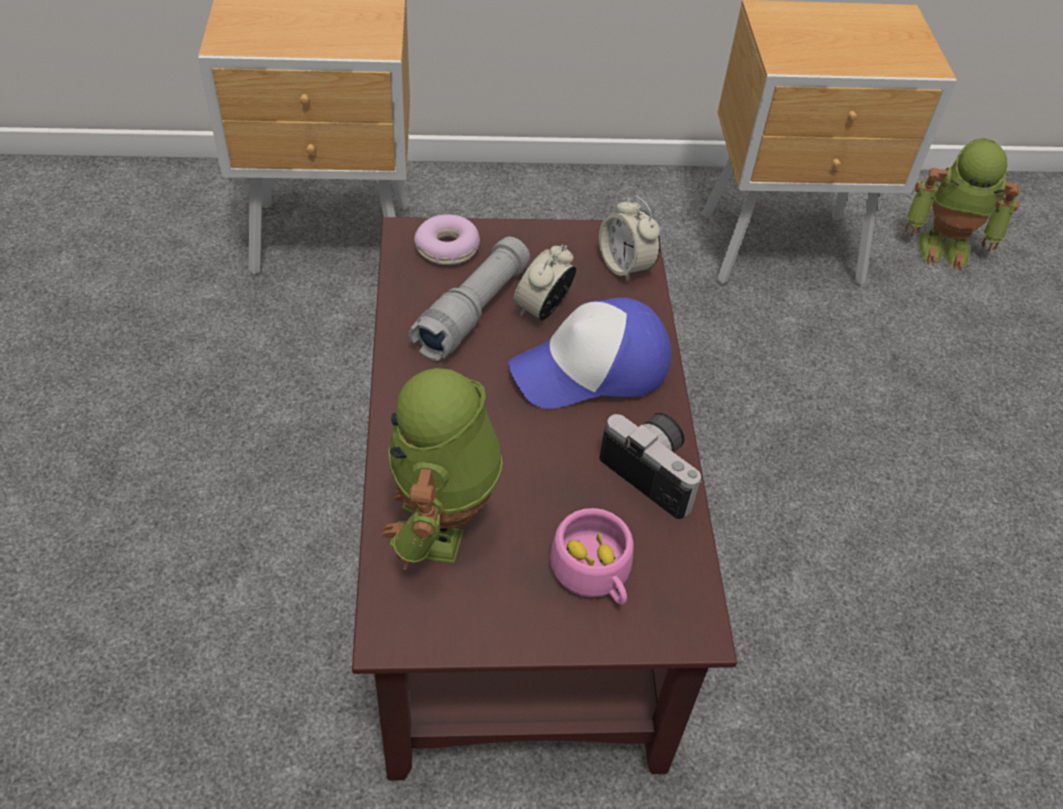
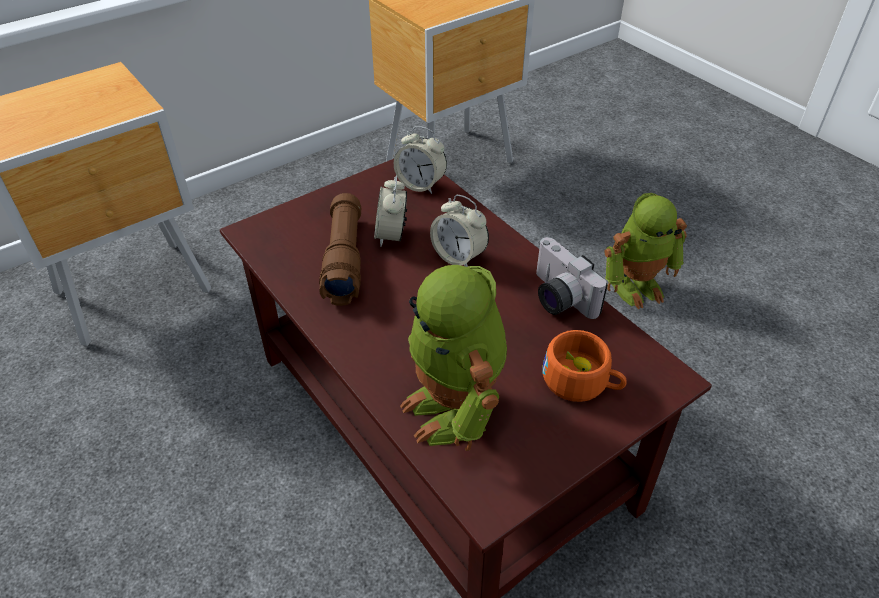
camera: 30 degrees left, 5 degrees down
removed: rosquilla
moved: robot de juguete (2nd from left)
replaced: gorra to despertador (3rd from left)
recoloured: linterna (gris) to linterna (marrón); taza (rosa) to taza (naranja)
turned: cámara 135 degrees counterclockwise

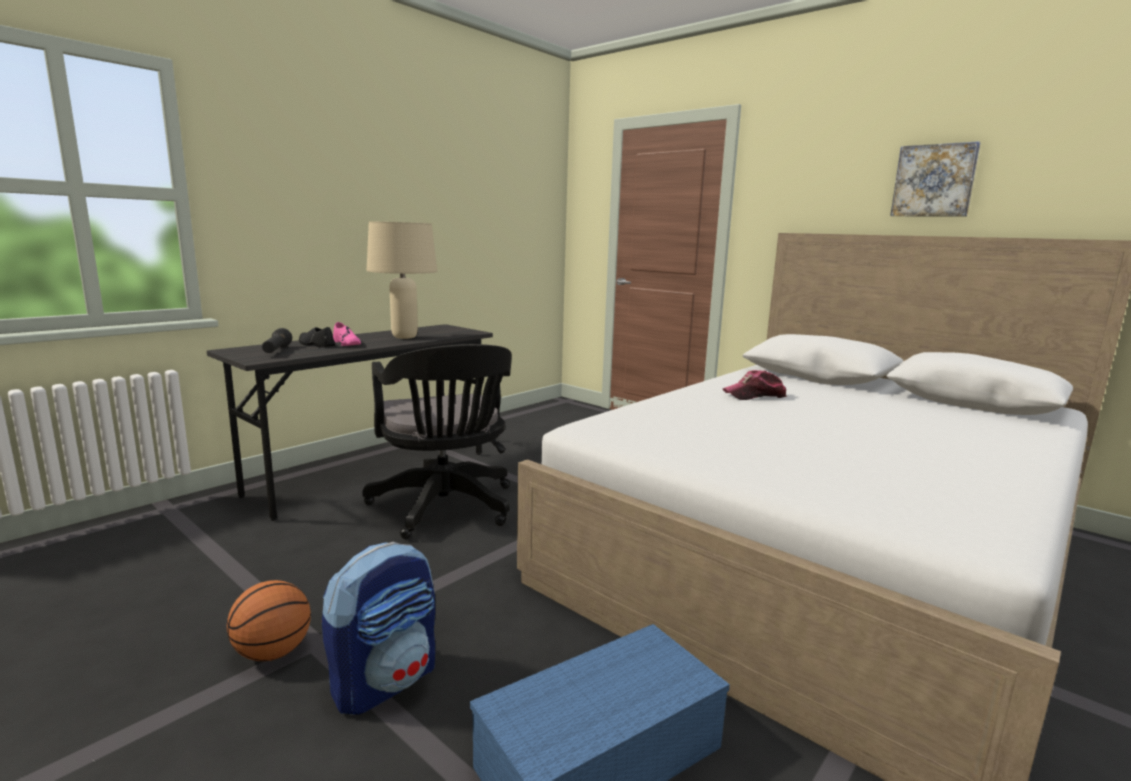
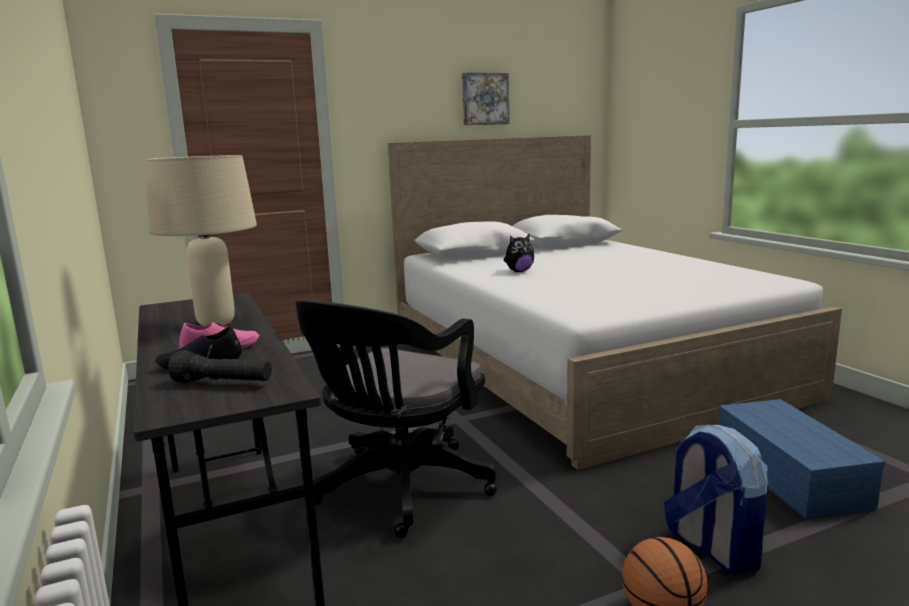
camera: 65 degrees left, 0 degrees up
replaced: gorra to peluche
turned: silla de oficina (negro) 120 degrees clockwise

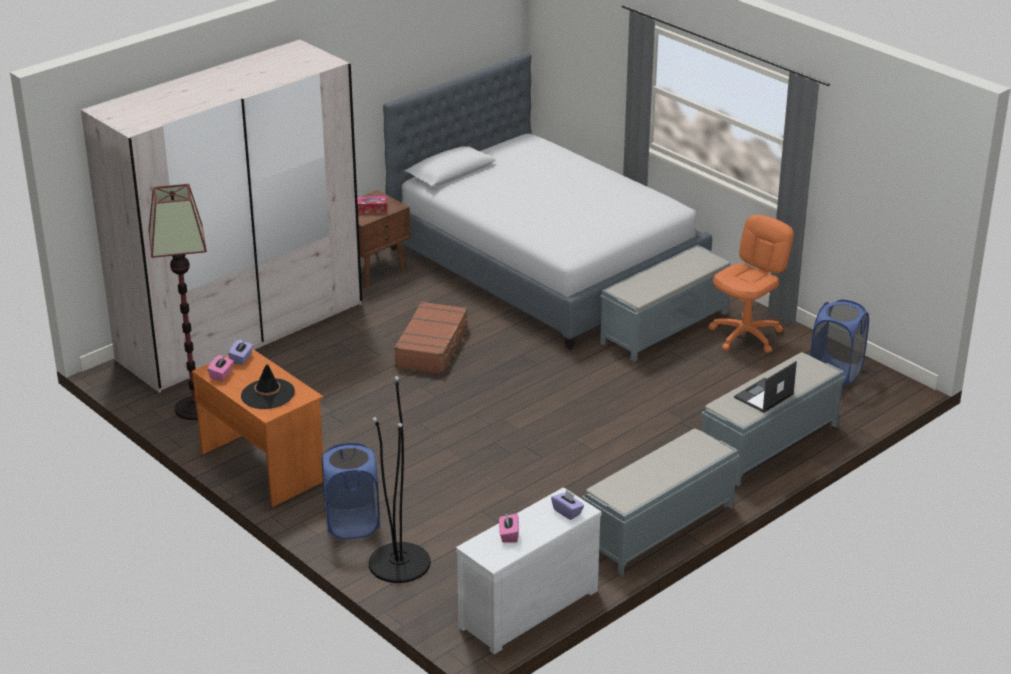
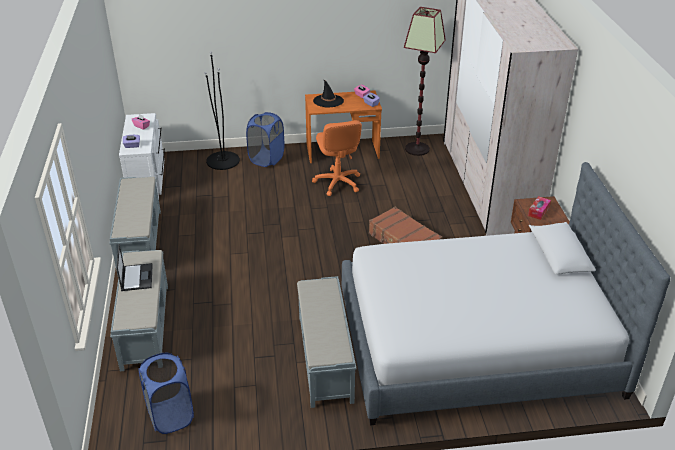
camera: 125 degrees right, 5 degrees up
moved: silla de oficina (naranja)

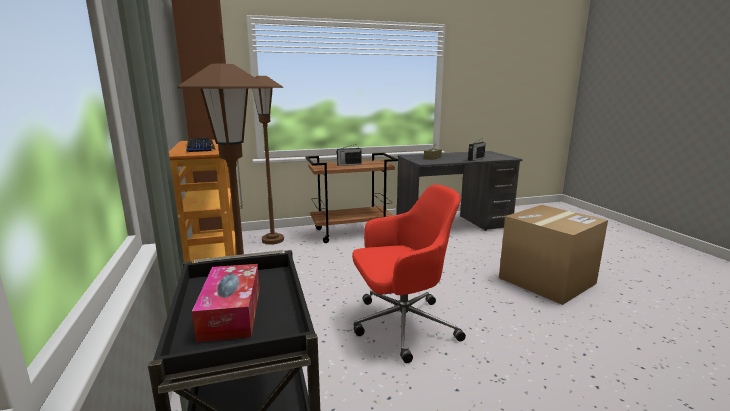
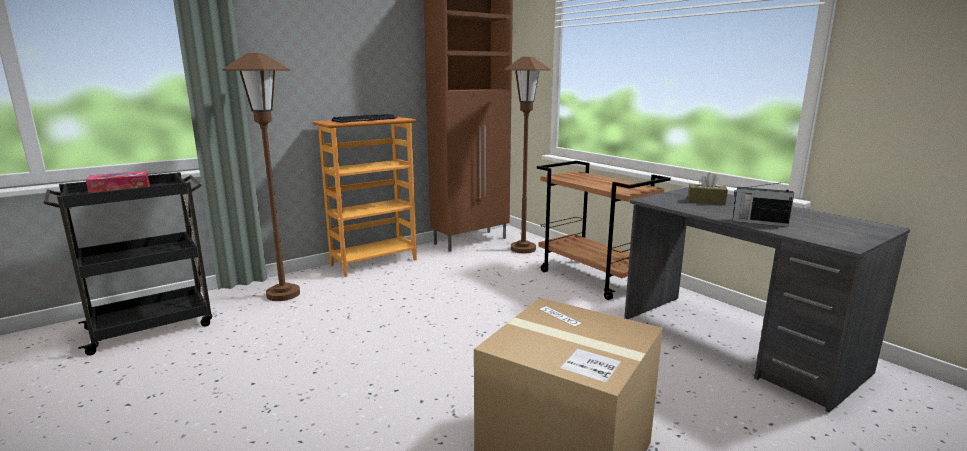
camera: 70 degrees right, 0 degrees up
removed: radio (1st from left); silla de oficina (rojo)

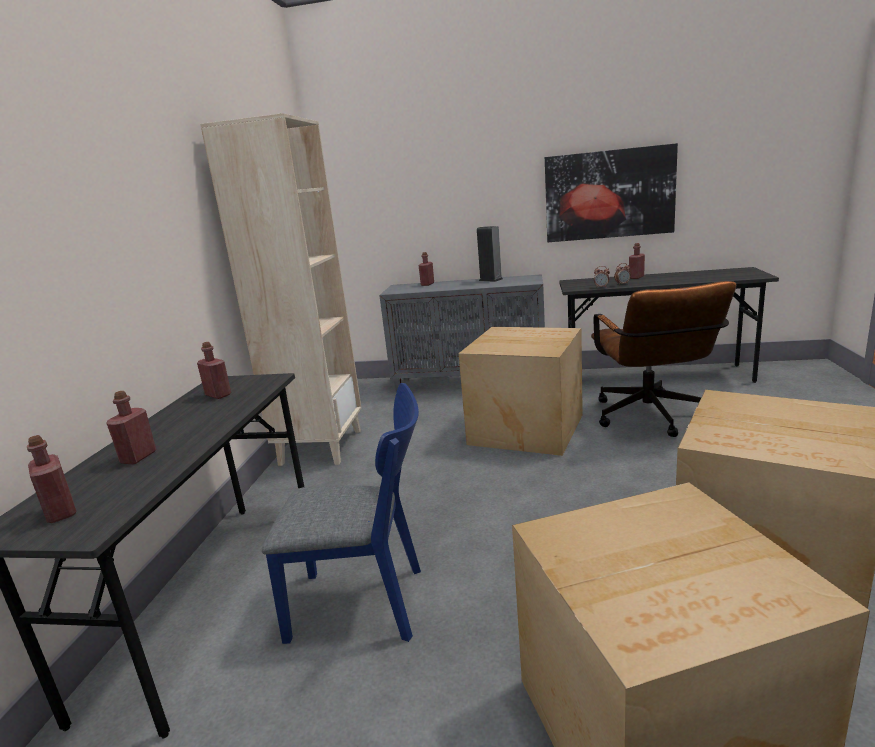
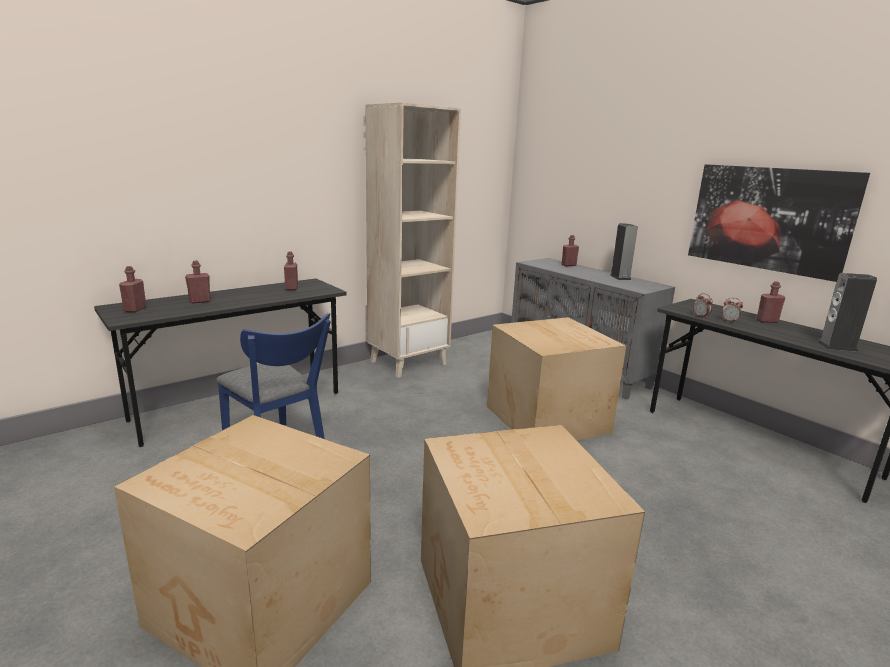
camera: 40 degrees right, 0 degrees up
removed: silla de oficina (marrón)
added: altavoz (2nd from left)

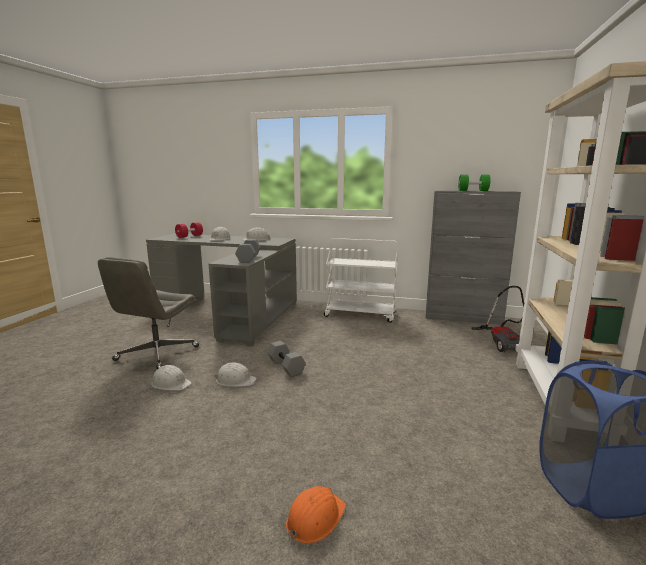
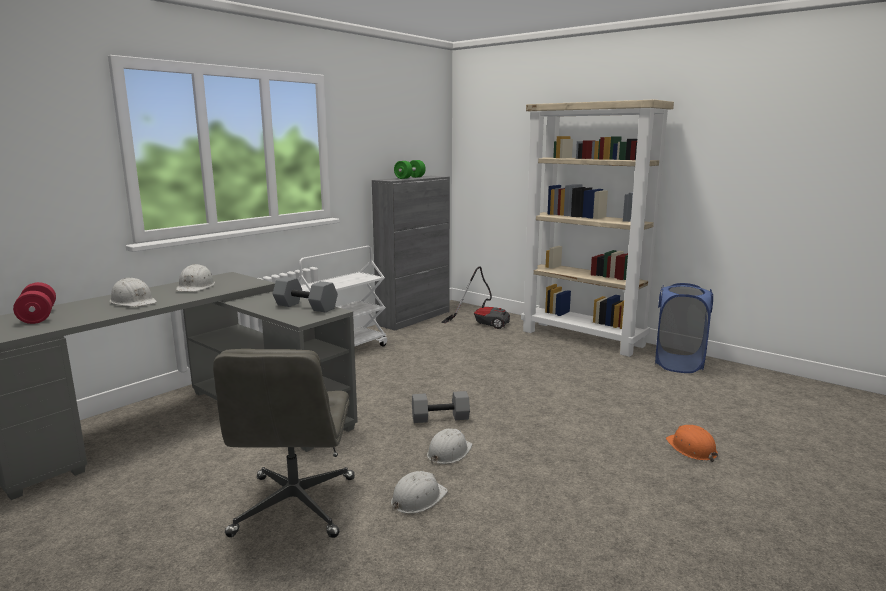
camera: 65 degrees left, 0 degrees up
turned: silla de oficina (gris) 45 degrees clockwise

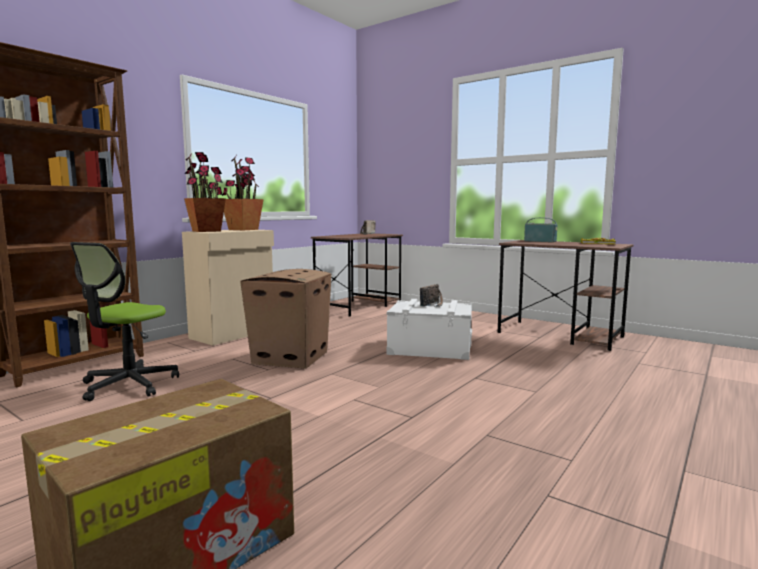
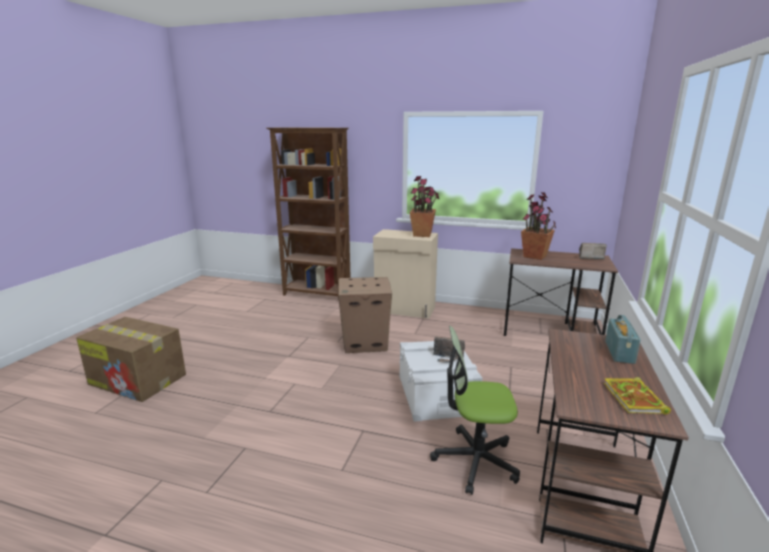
camera: 70 degrees right, 10 degrees up
moved: planta en maceta (1st from left in the first image) to planta en maceta (2nd from left); silla de oficina

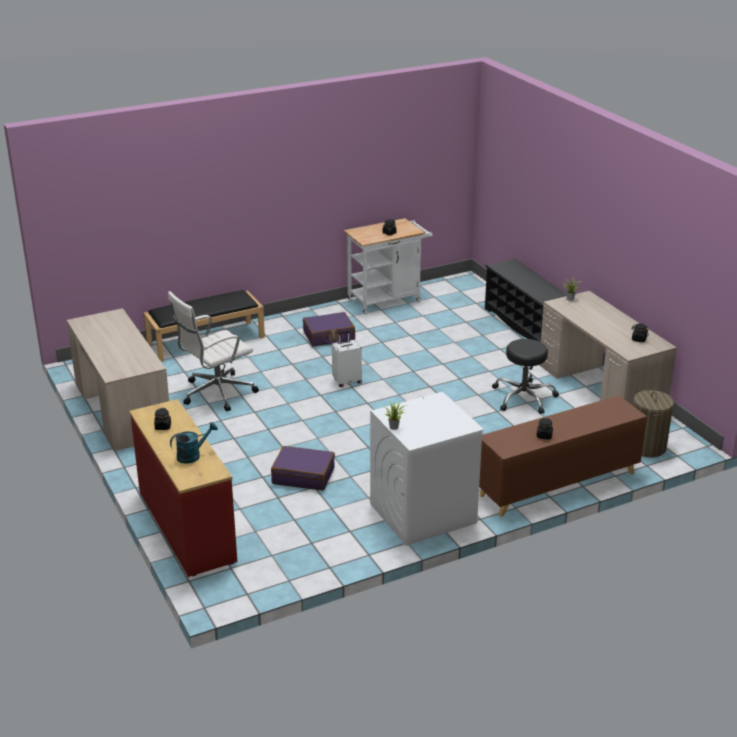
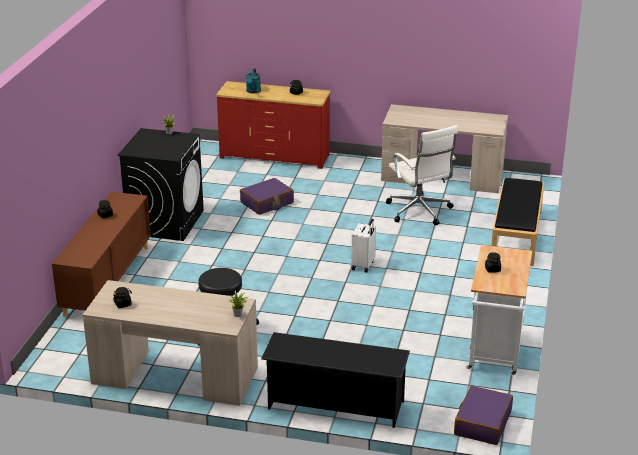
camera: 130 degrees right, 0 degrees up
removed: cesto de la ropa
moved: maleta (morado) (2nd from left)
recoloured: lavadora (blanco) to lavadora (negro)
turned: silla de oficina (blanco) 150 degrees clockwise

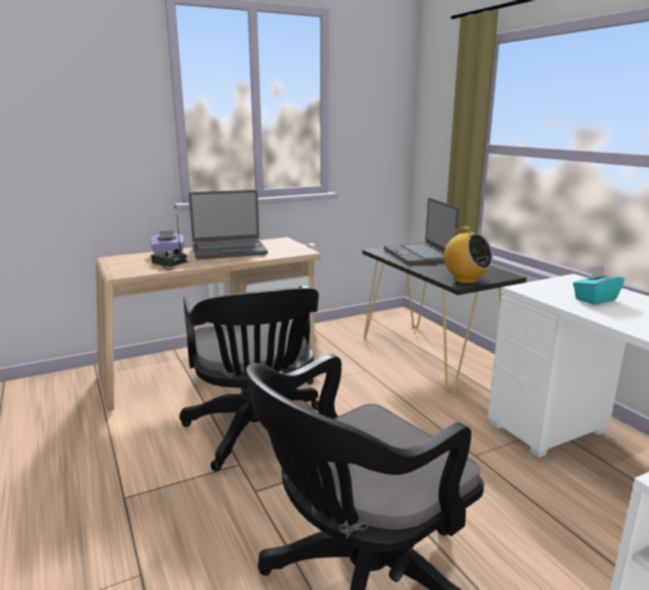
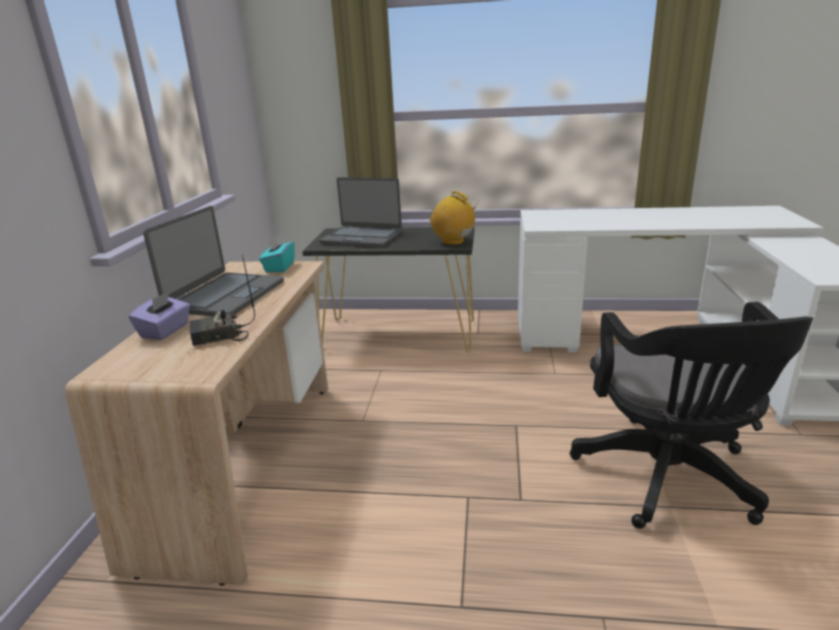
camera: 55 degrees left, 5 degrees up
removed: silla de oficina (negro) (1st from left)
moved: caja de pañuelos (turquesa)
turned: radio (2nd from left) 135 degrees counterclockwise

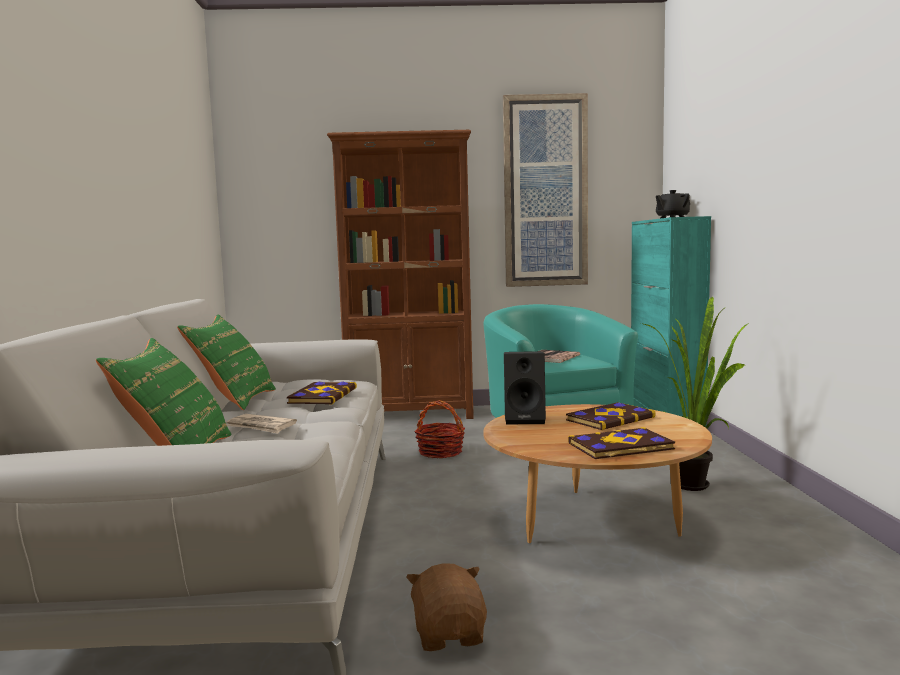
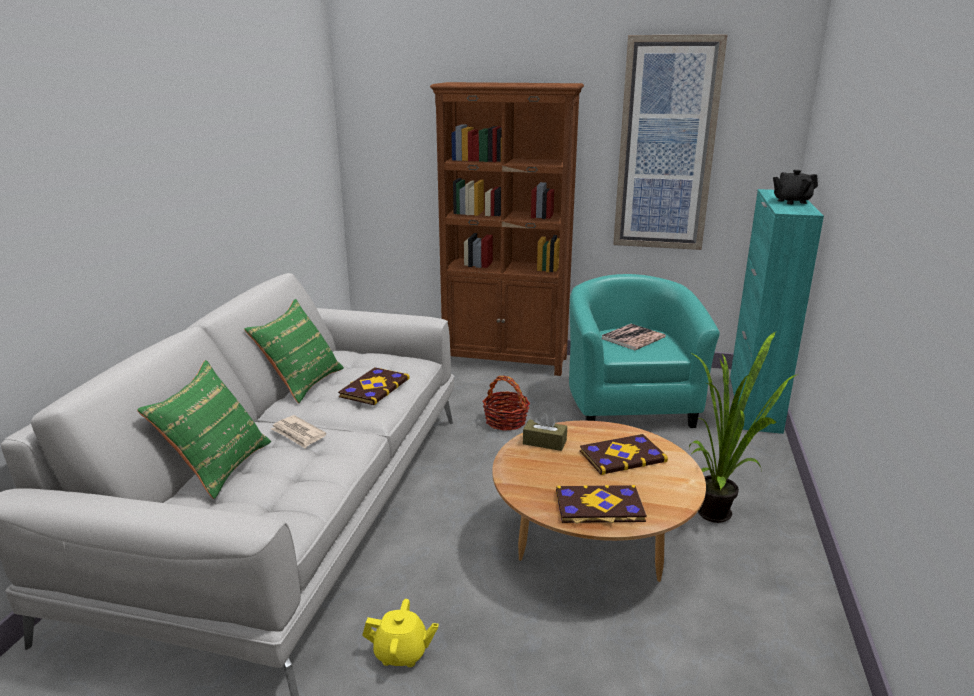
camera: 15 degrees right, 15 degrees up
replaced: altavoz (negro) to caja de pañuelos (marrón); peluche (marrón) to tetera (amarillo)

